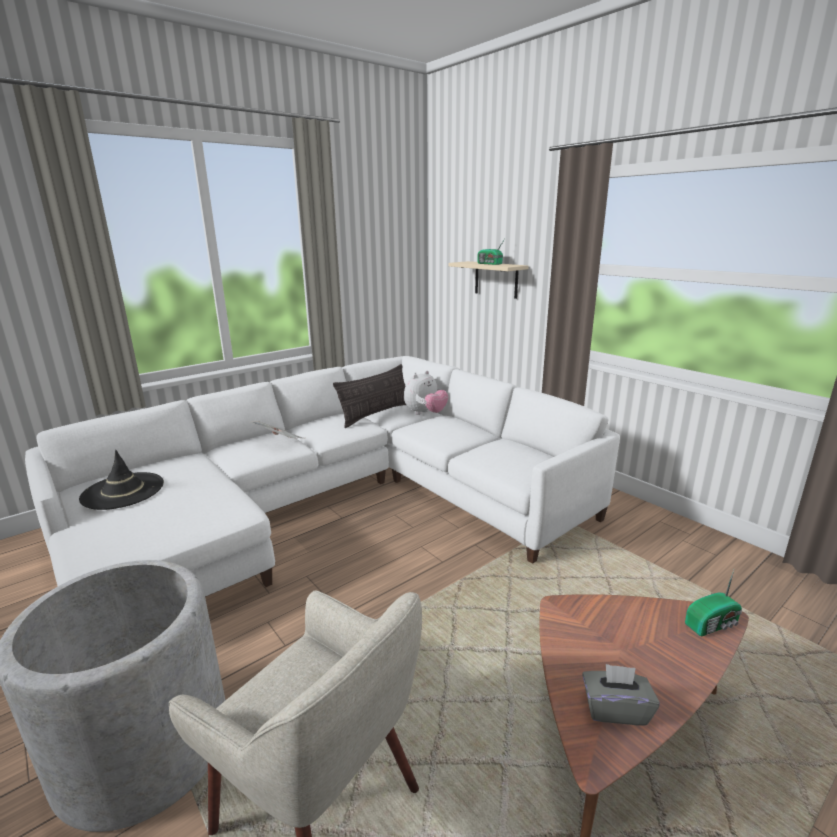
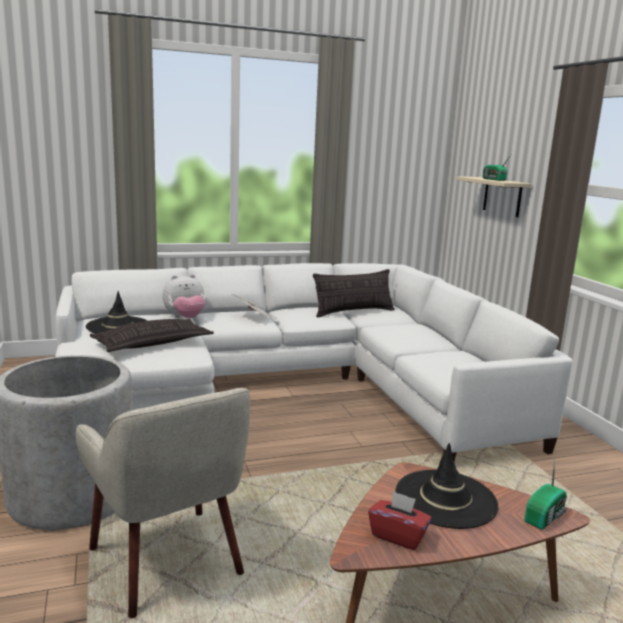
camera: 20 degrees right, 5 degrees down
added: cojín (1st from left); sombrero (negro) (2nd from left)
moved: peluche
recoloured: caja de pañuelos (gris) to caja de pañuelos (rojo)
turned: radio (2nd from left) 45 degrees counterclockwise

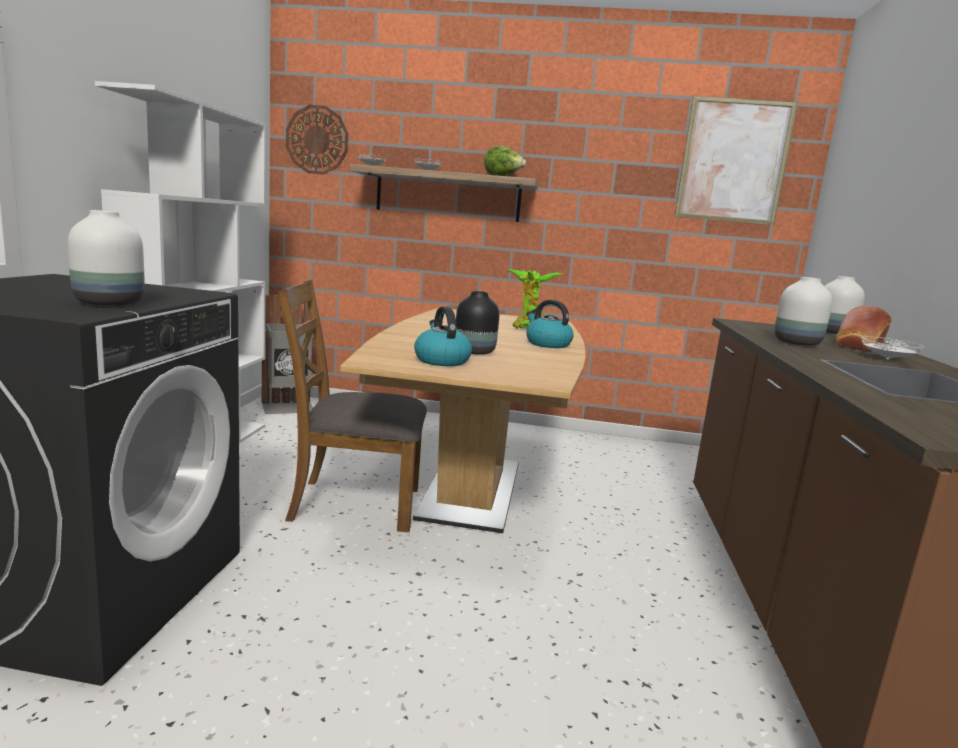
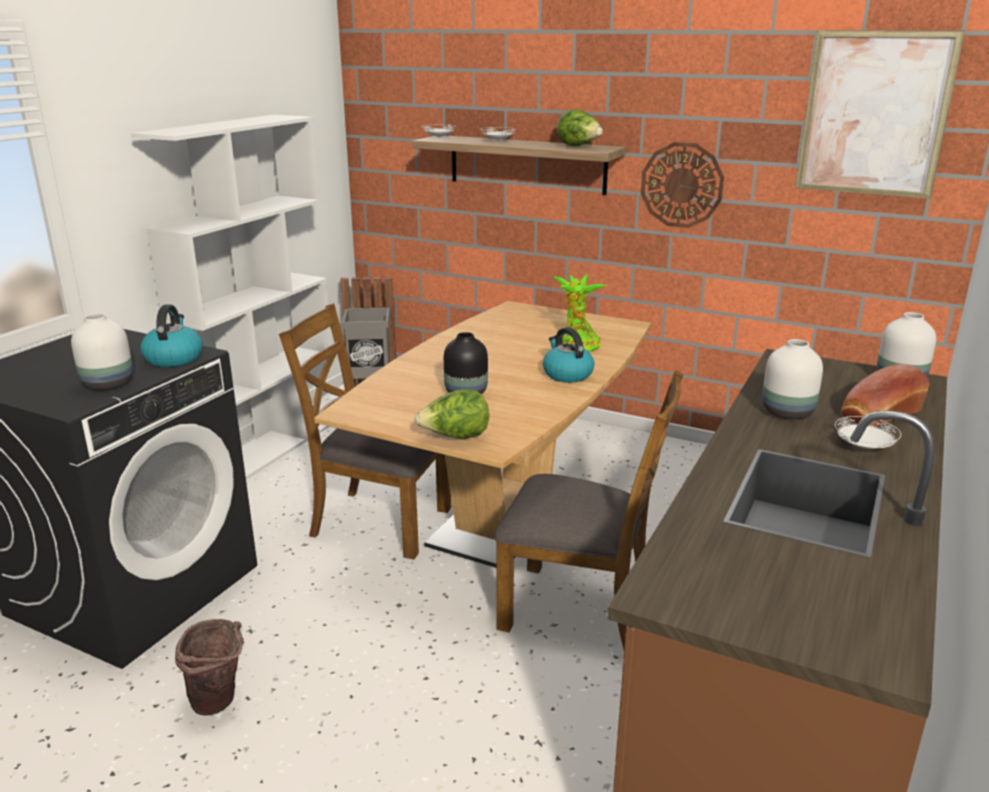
camera: 20 degrees right, 10 degrees up
added: silla (marrón) (2nd from left); lechuga (1st from left); cubo (marrón)
moved: reloj de pared; hervidor (1st from left)

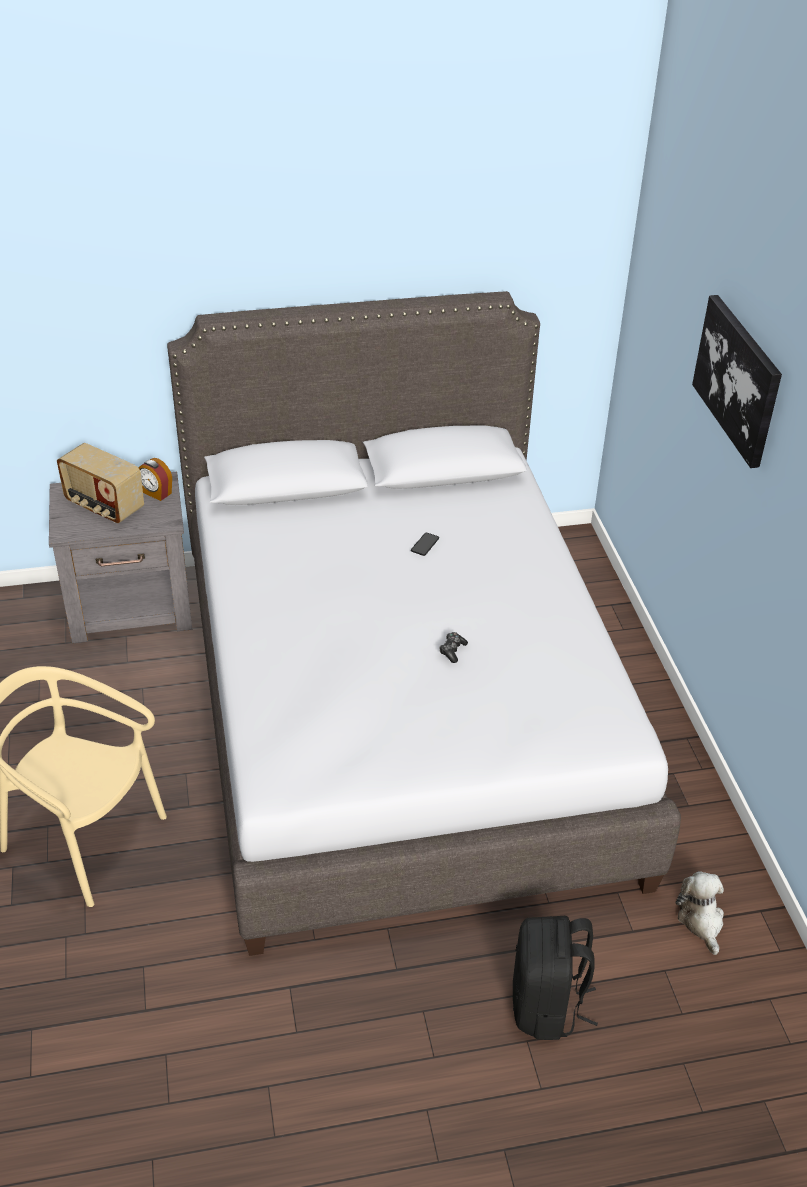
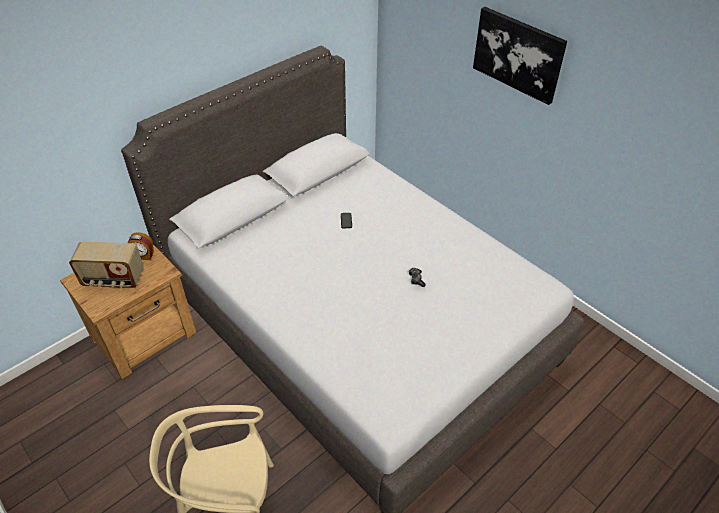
camera: 30 degrees left, 5 degrees up
removed: peluche; mochila (negro)
recoloured: mesita de noche (gris) to mesita de noche (marrón)

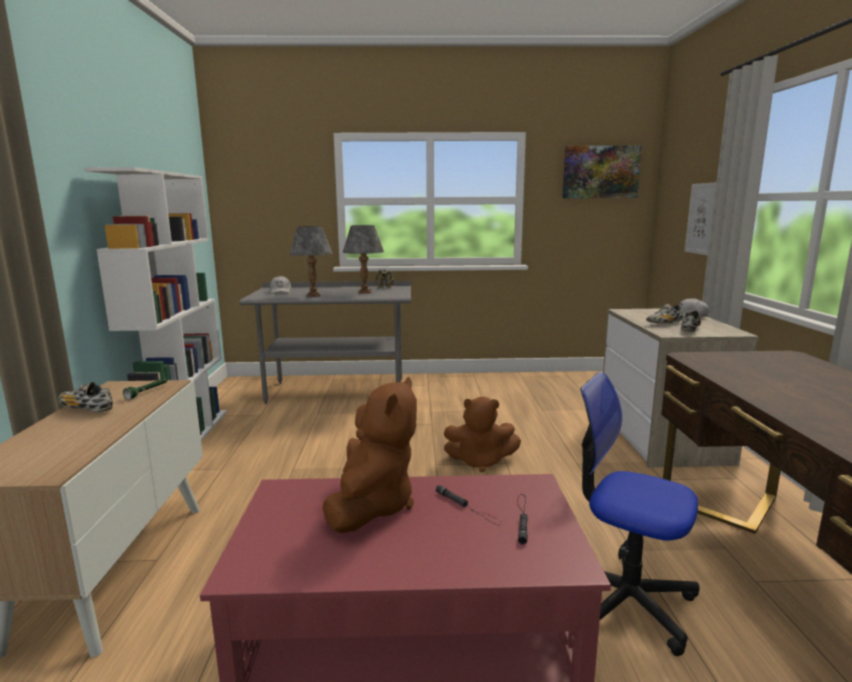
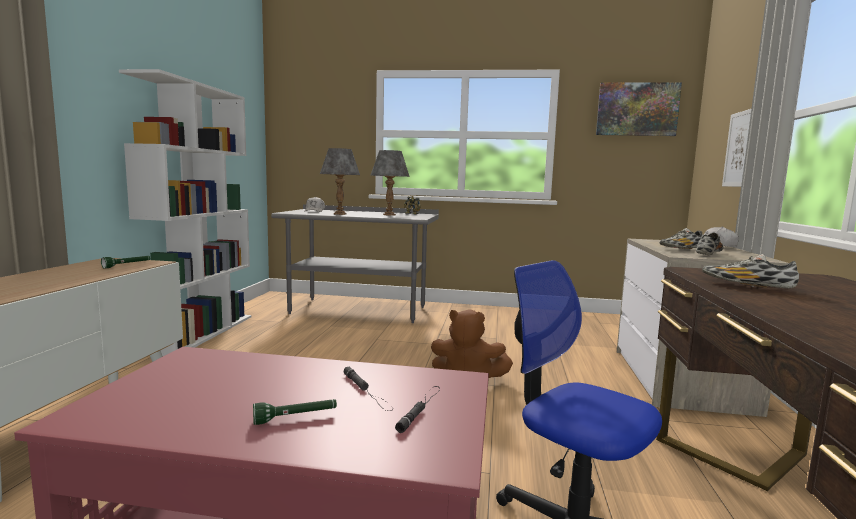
camera: 10 degrees right, 5 degrees down
removed: peluche (marrón) (1st from left)
added: linterna (verde) (2nd from left)
moved: zapato (1st from left in the first image) to zapato (3rd from left)

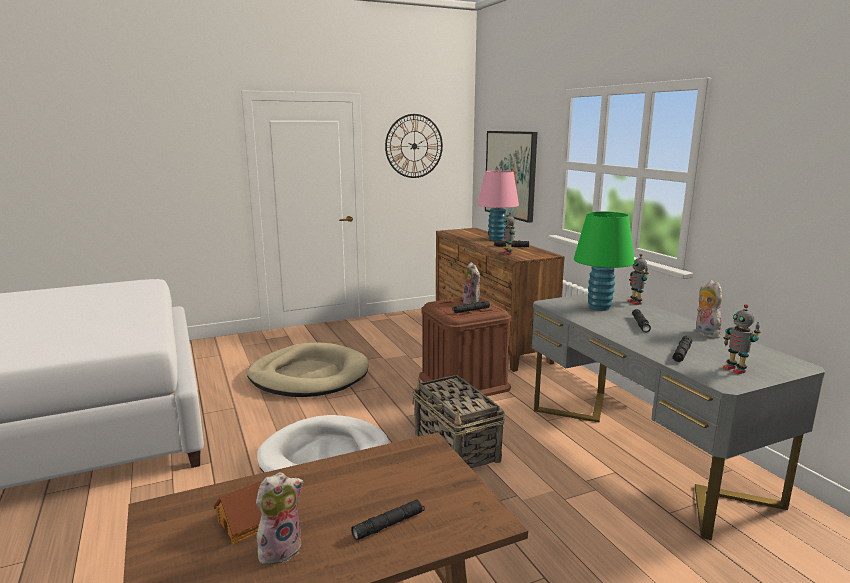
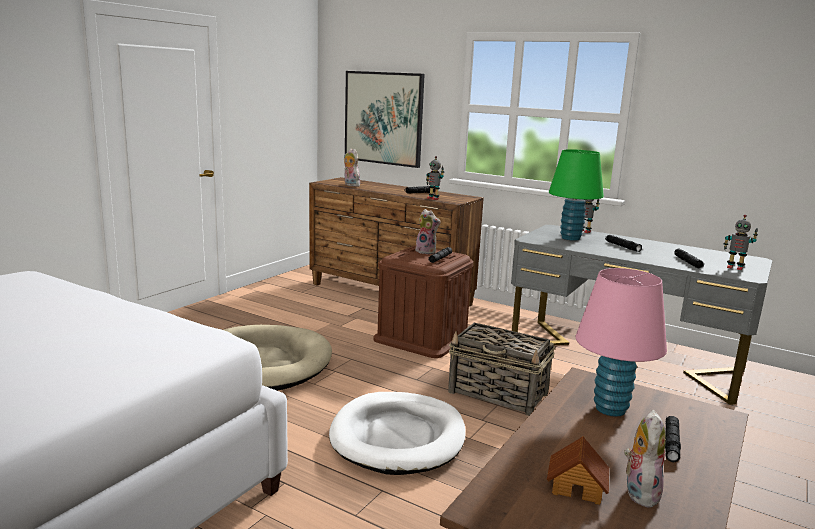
camera: 35 degrees left, 0 degrees up
removed: reloj de pared
moved: lámpara de mesa (rosa); peluche (3rd from left in the first image) to peluche (1st from left)

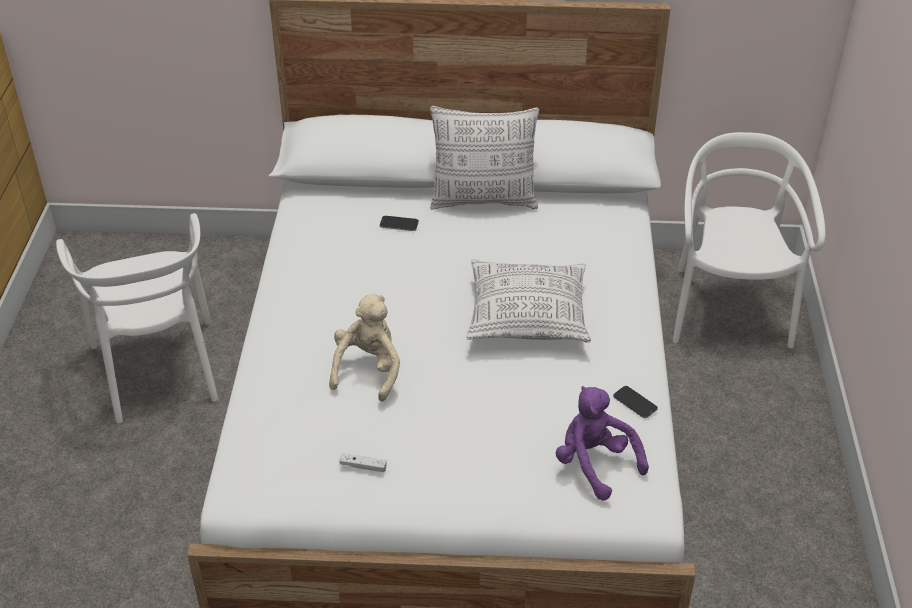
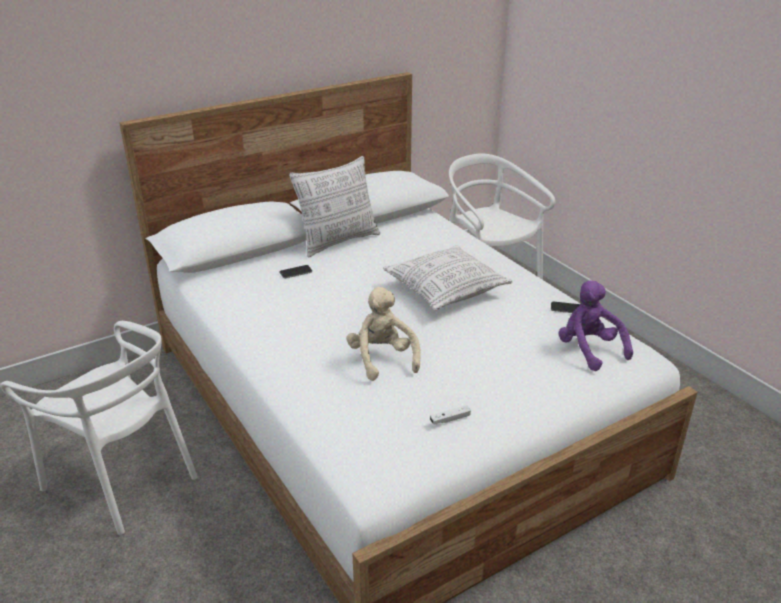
camera: 35 degrees left, 10 degrees down
turned: peluche (morado) 45 degrees clockwise

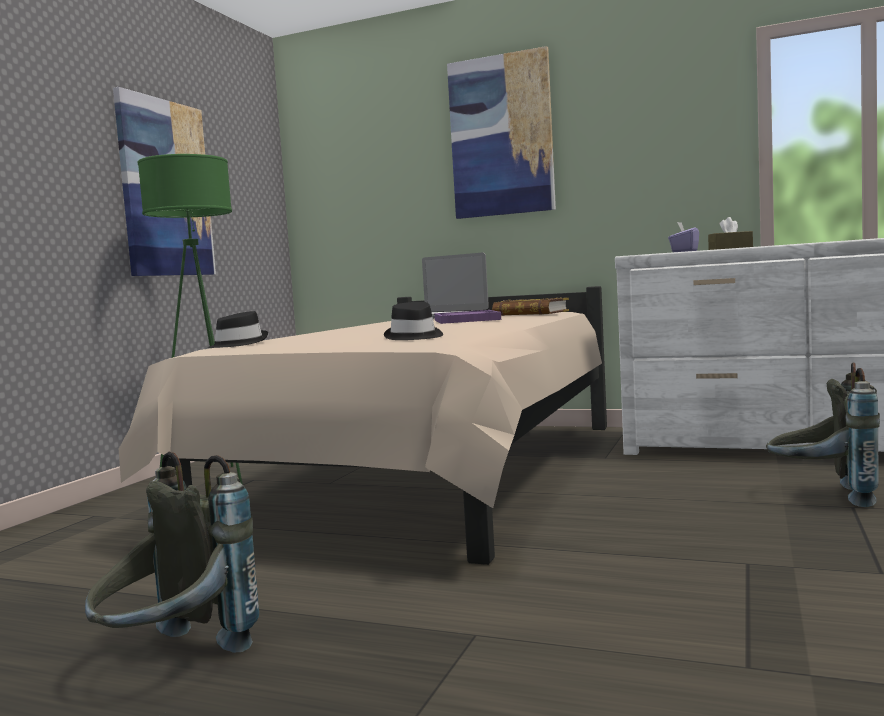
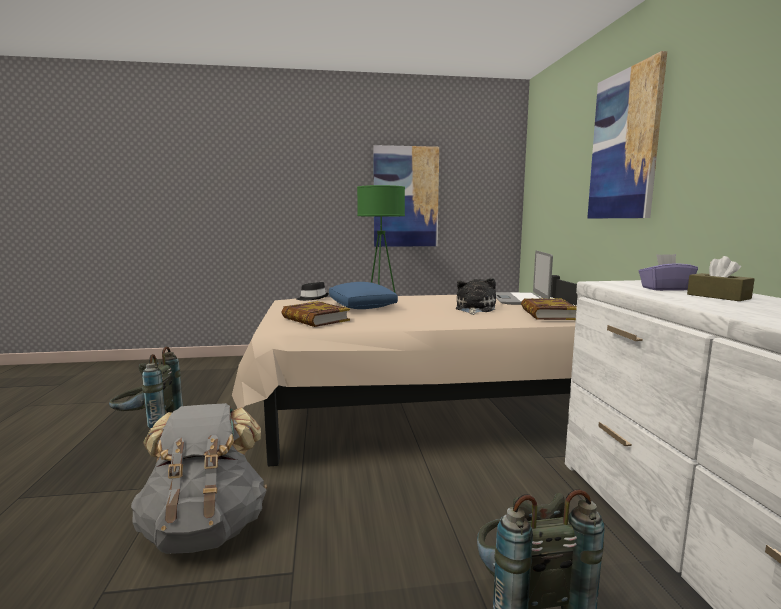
camera: 60 degrees right, 5 degrees up
added: cojín (azul); mochila (gris) (2nd from left)
replaced: sombrero (negro) (2nd from left) to libro (1st from left); bandeja (morado) to peluche

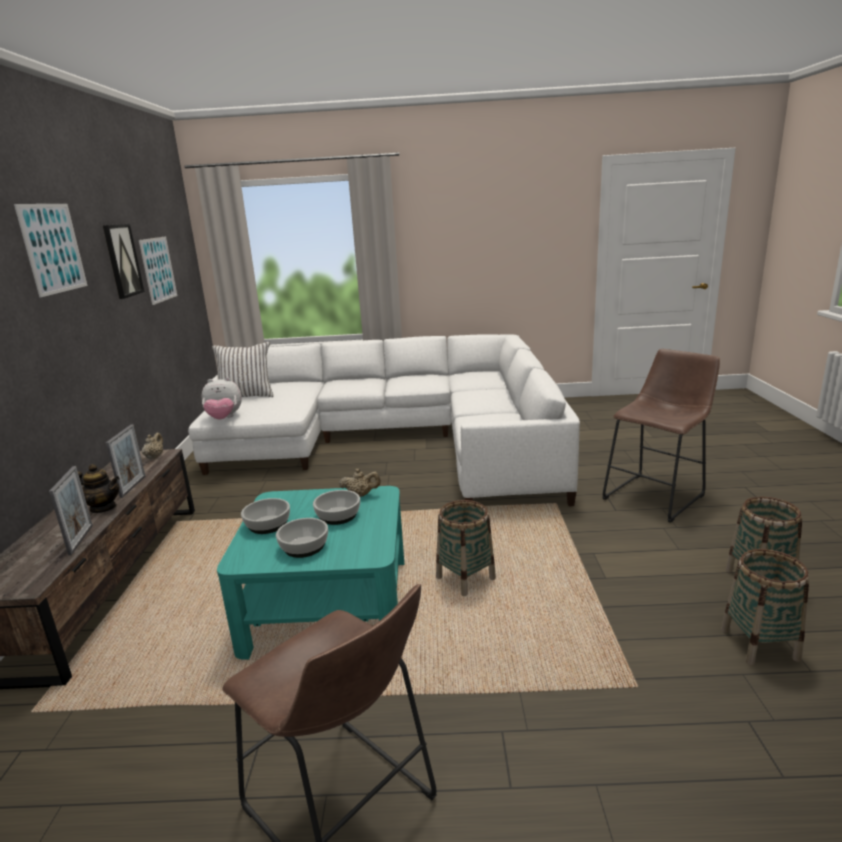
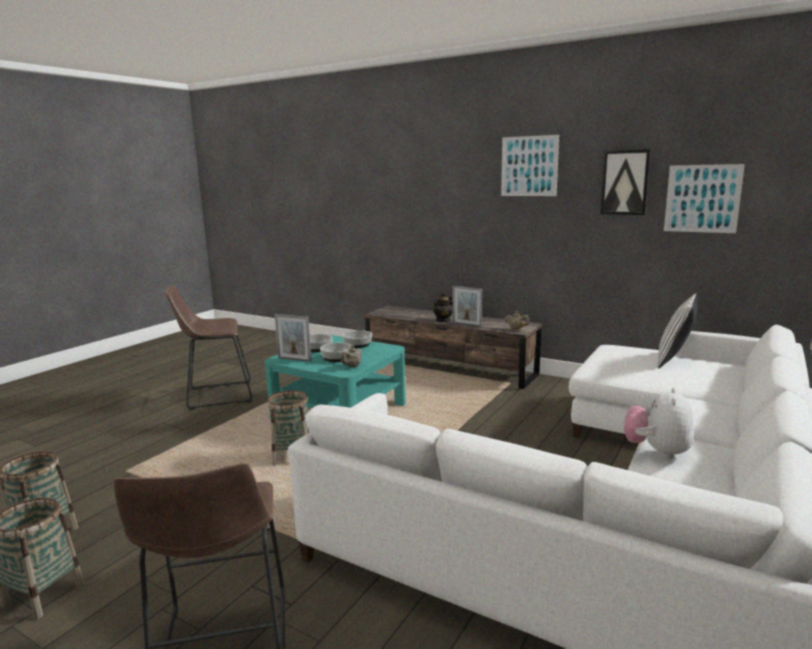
camera: 120 degrees right, 5 degrees down
moved: peluche; portarretratos (1st from left)

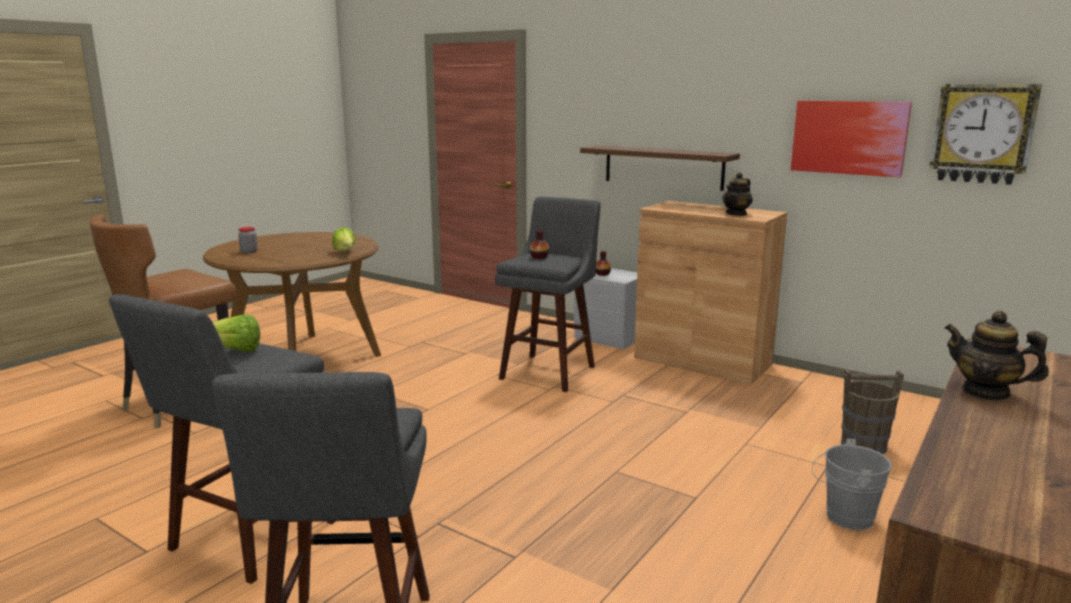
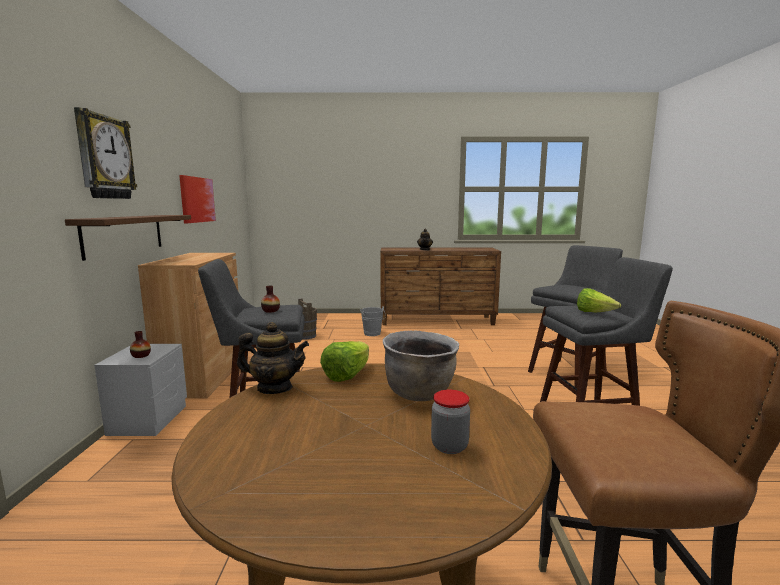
camera: 125 degrees left, 5 degrees down
added: olla (marrón)
moved: reloj de pared; tetera (1st from left)

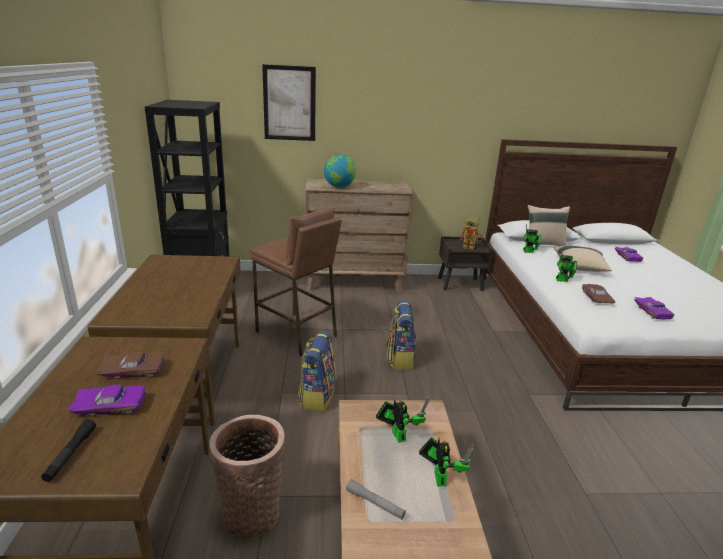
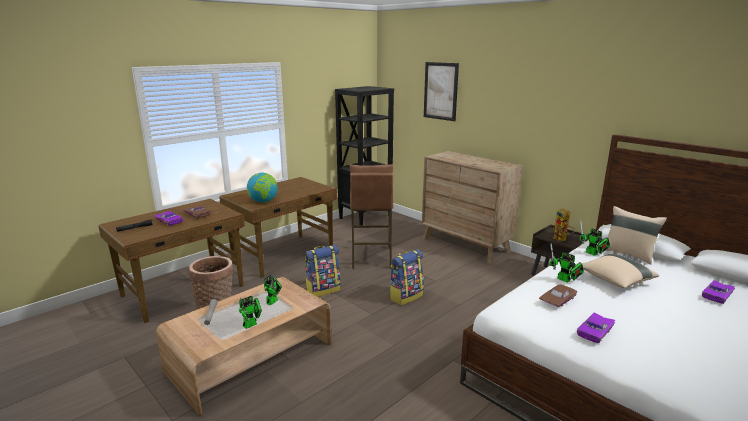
camera: 50 degrees right, 5 degrees down
moved: globo terráqueo

